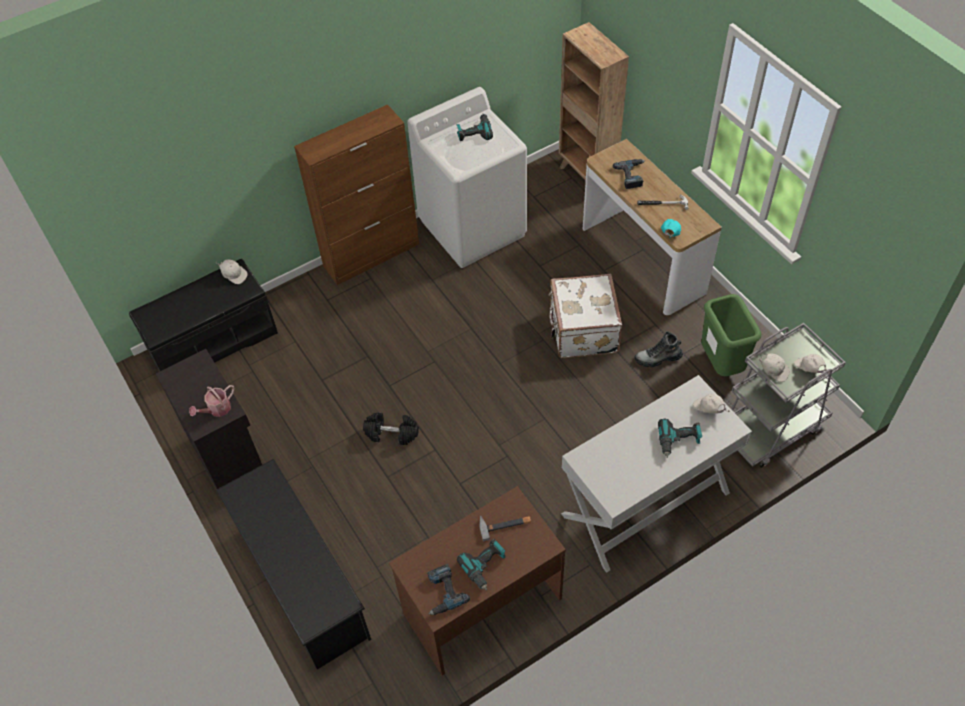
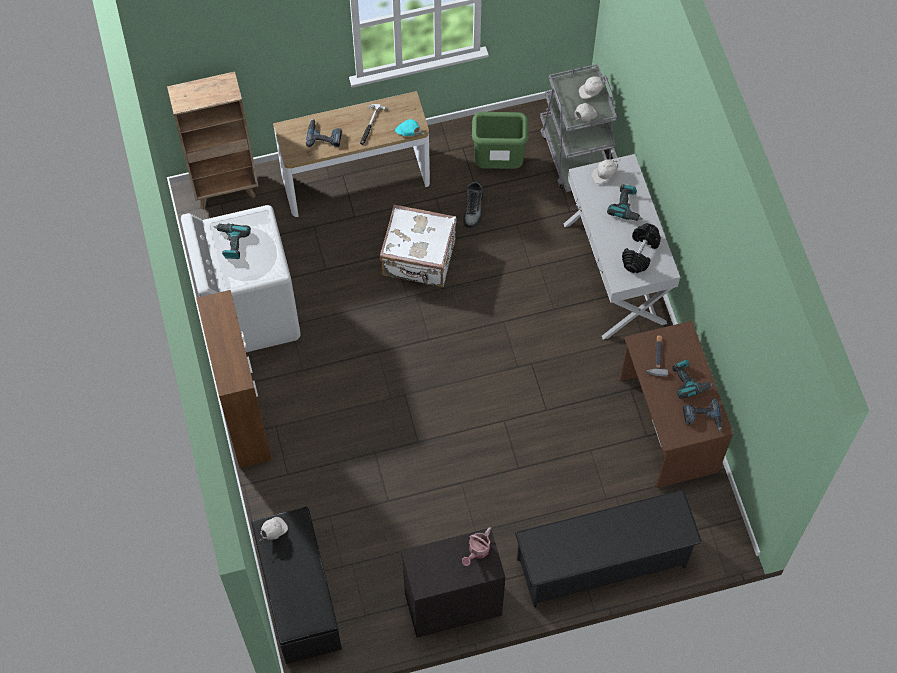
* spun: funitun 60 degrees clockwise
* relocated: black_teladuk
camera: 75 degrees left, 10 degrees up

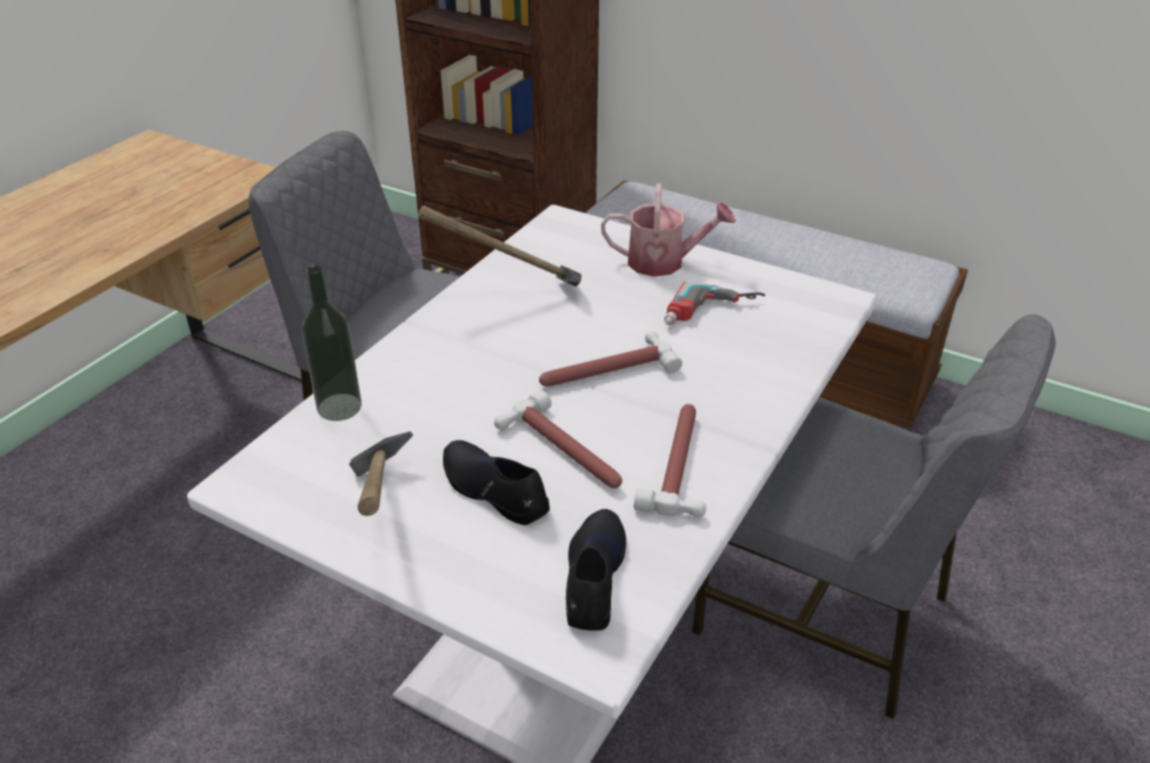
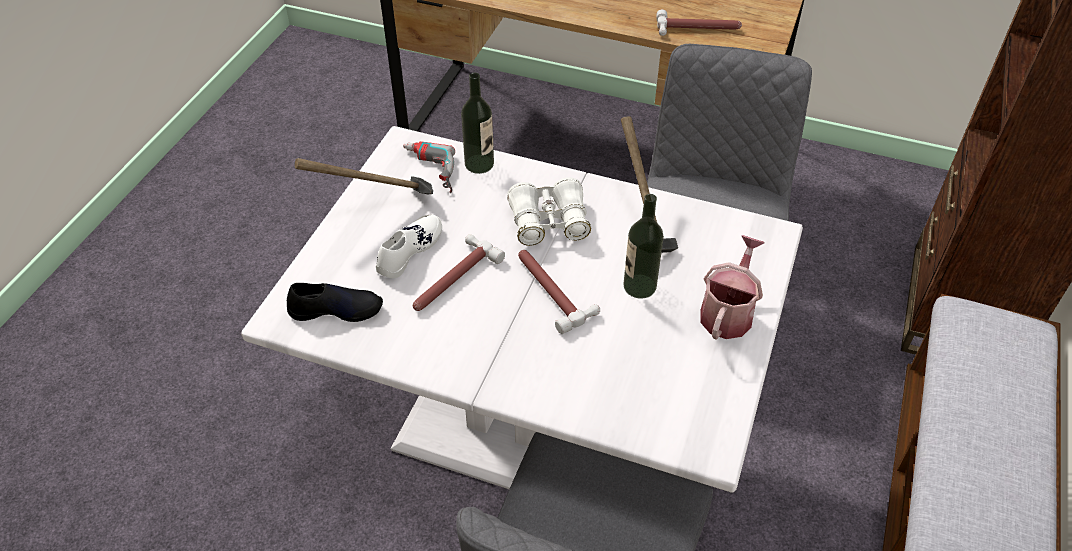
* colour: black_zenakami (no. 1 from left) to white_zenakami
* relocated: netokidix
* appeared: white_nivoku
* appeared: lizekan (no. 2 from left)
* relocated: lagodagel (no. 5 from left)
* spun: funitun 150 degrees counterclockwise
camera: 80 degrees right, 10 degrees up

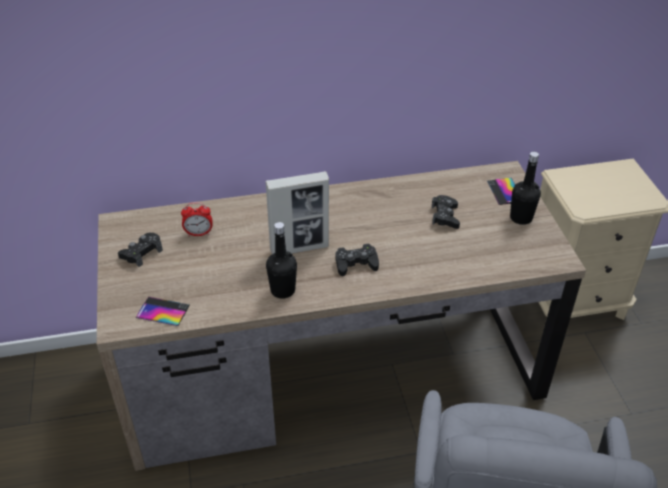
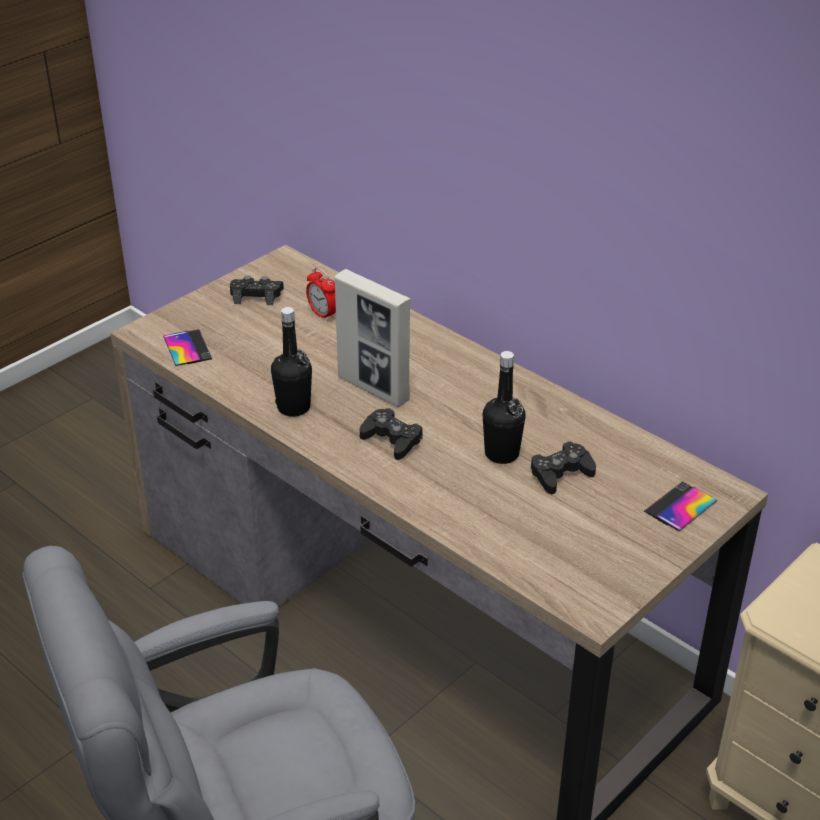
* relocated: black_lizekan (no. 2 from left)
camera: 55 degrees right, 5 degrees down

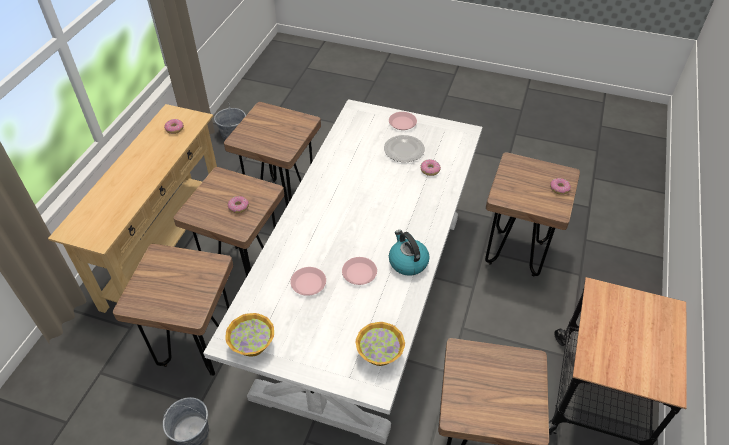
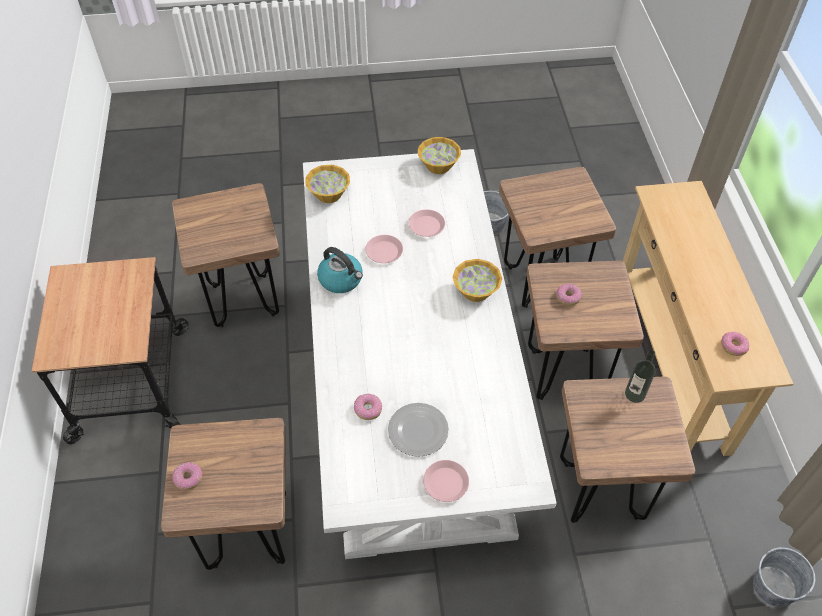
* appeared: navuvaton (no. 3 from left)
* appeared: lizekan
camera: 155 degrees right, 5 degrees up

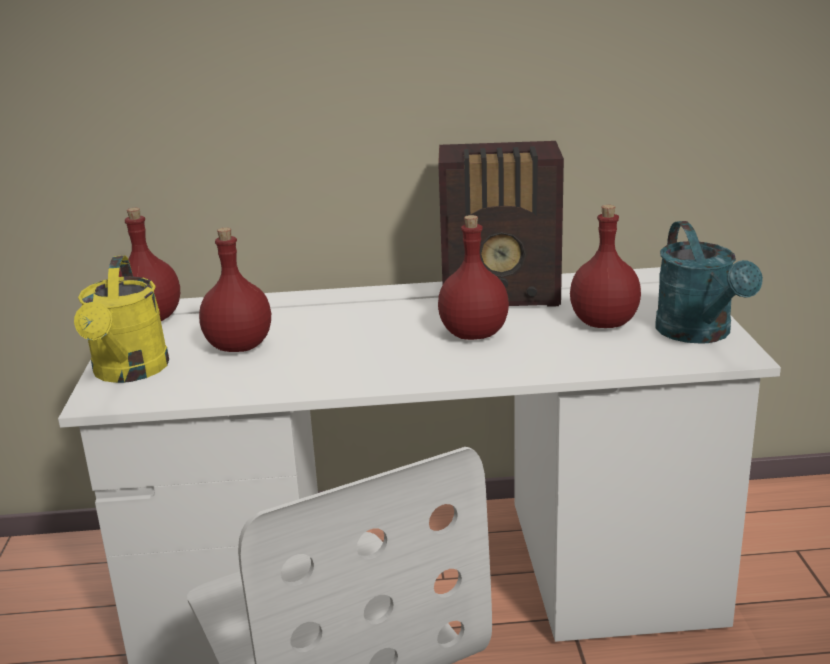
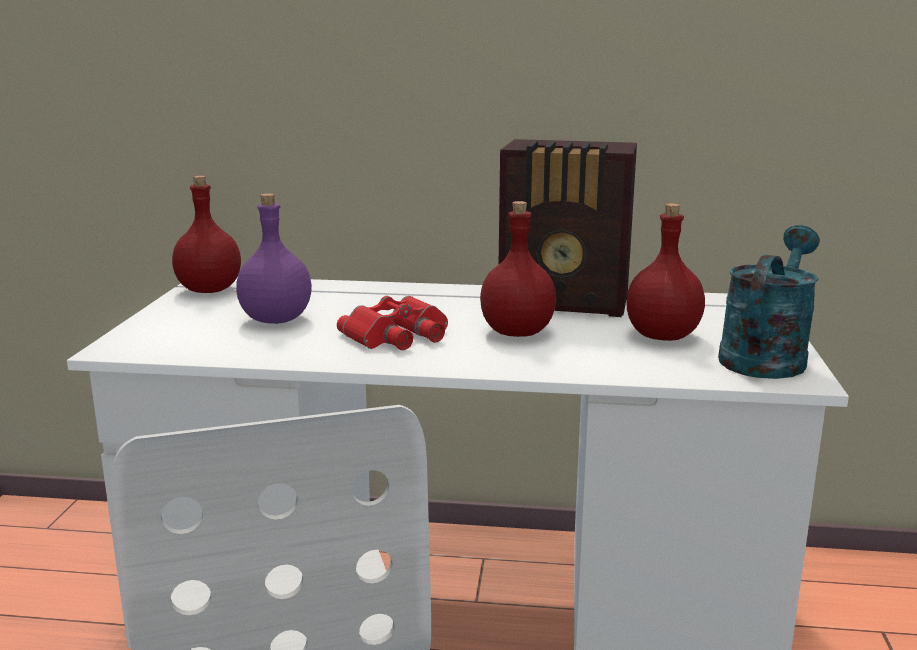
* colour: red_lizekan (no. 2 from left) to purple_lizekan
* appeared: red_nivoku
* spun: turquoise_funitun 150 degrees counterclockwise
* missing: yellow_funitun
camera: 10 degrees right, 5 degrees down

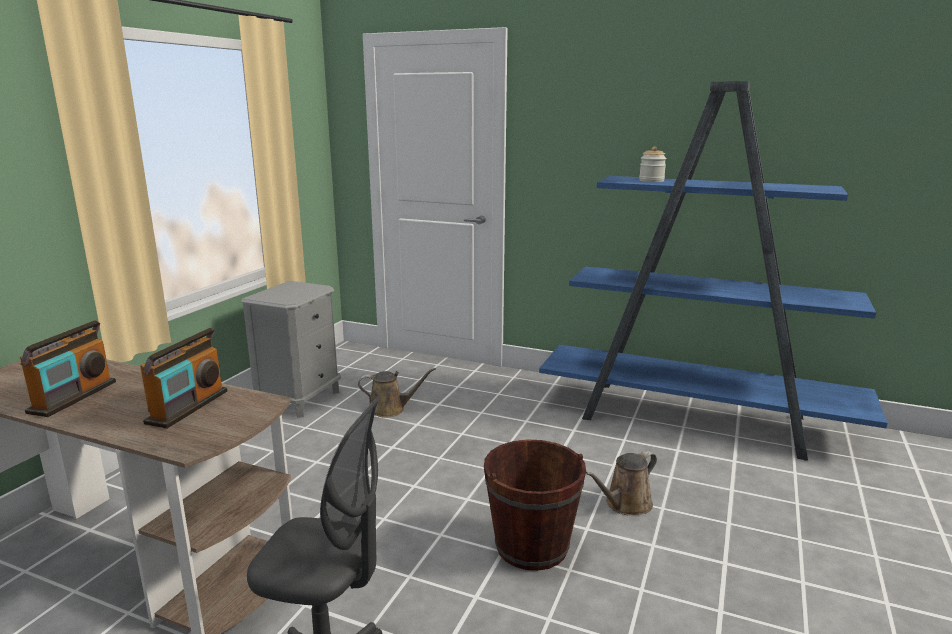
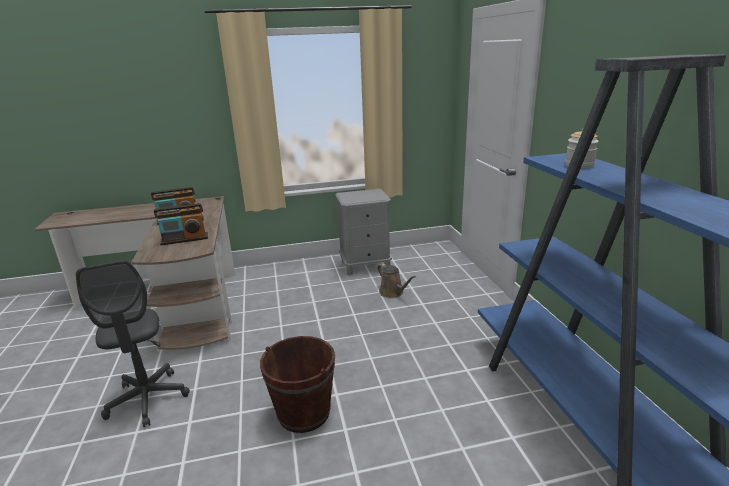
* missing: brown_funitun (no. 2 from left)
camera: 55 degrees right, 5 degrees up

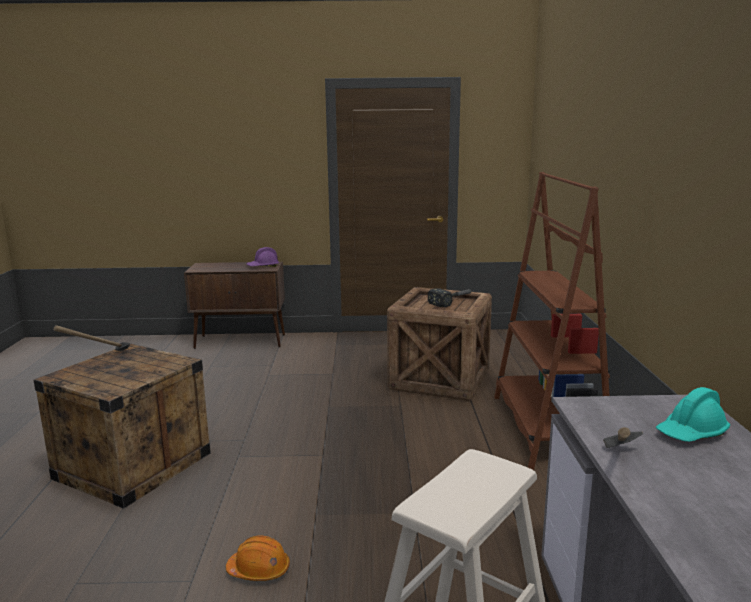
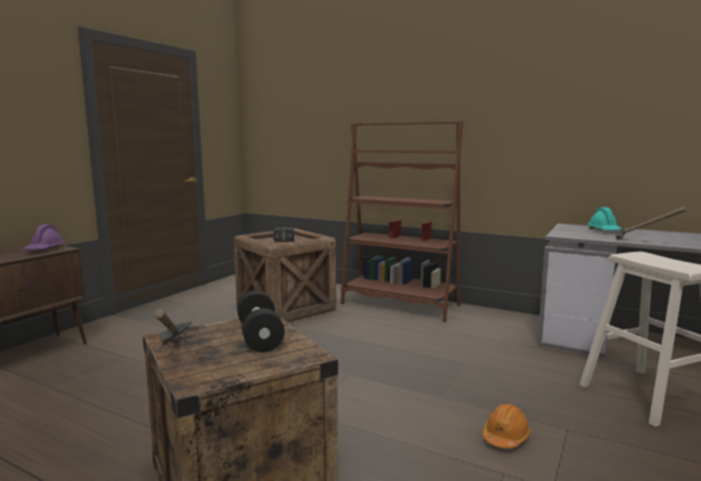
* appeared: black_teladuk
camera: 60 degrees left, 5 degrees down

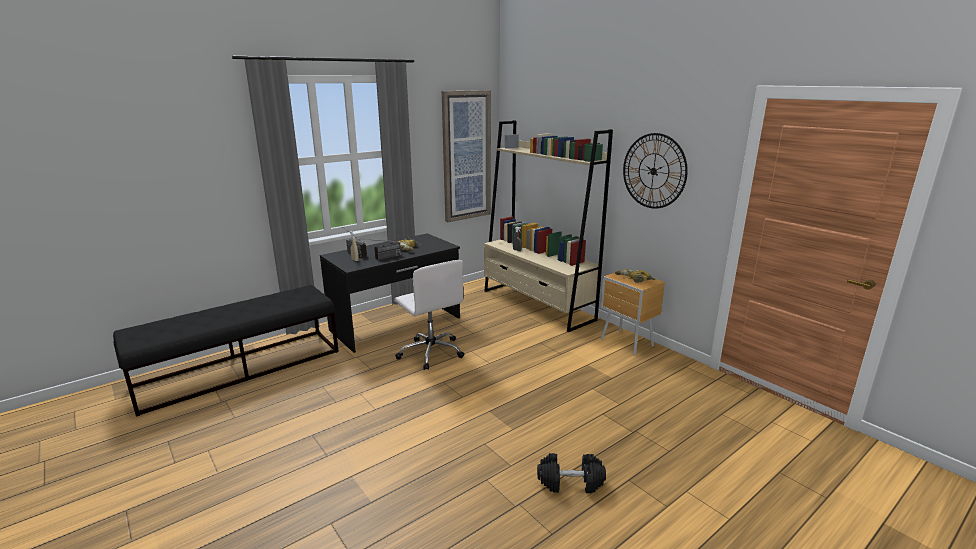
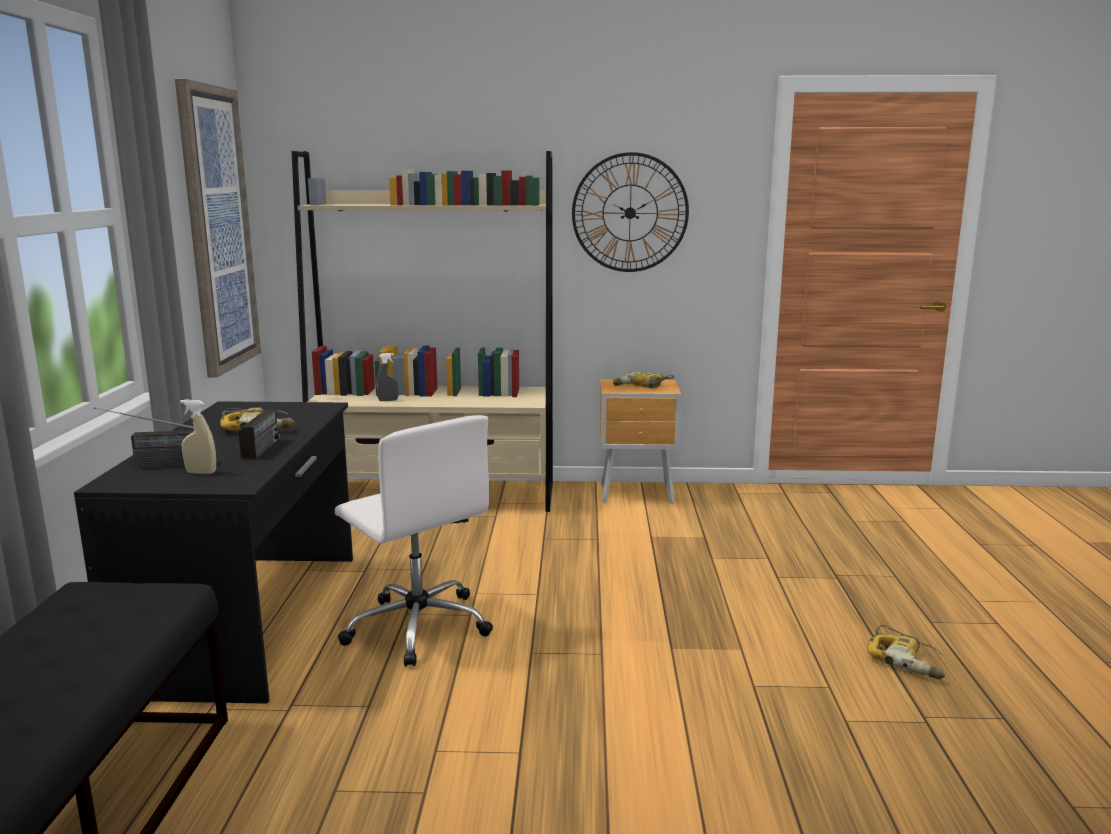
* spun: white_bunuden 45 degrees clockwise
* exchanged: black_teladuk to netokidix (no. 3 from left)
camera: 50 degrees left, 5 degrees down

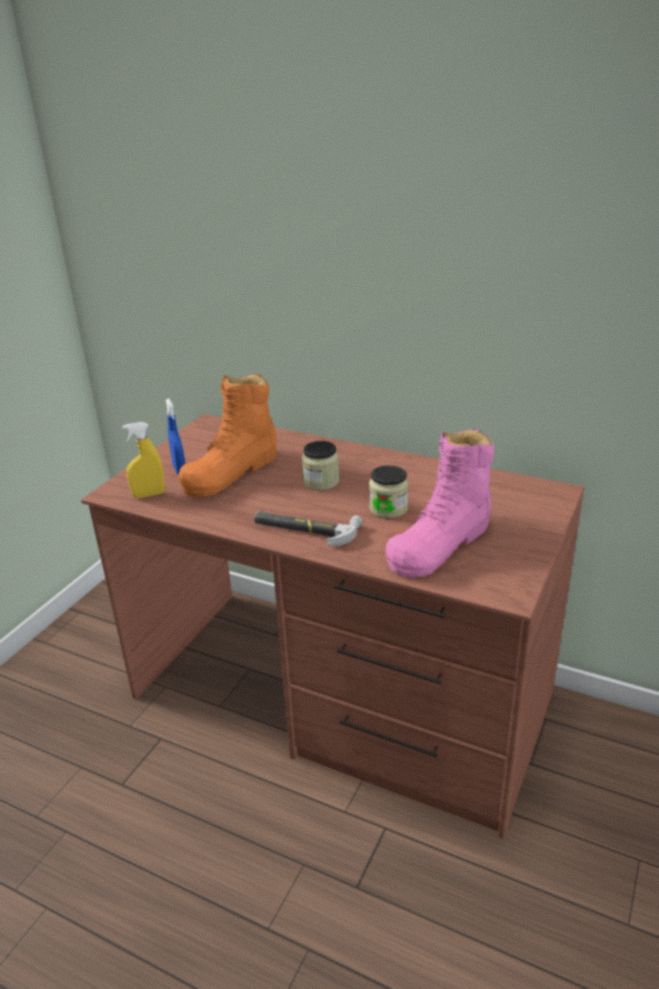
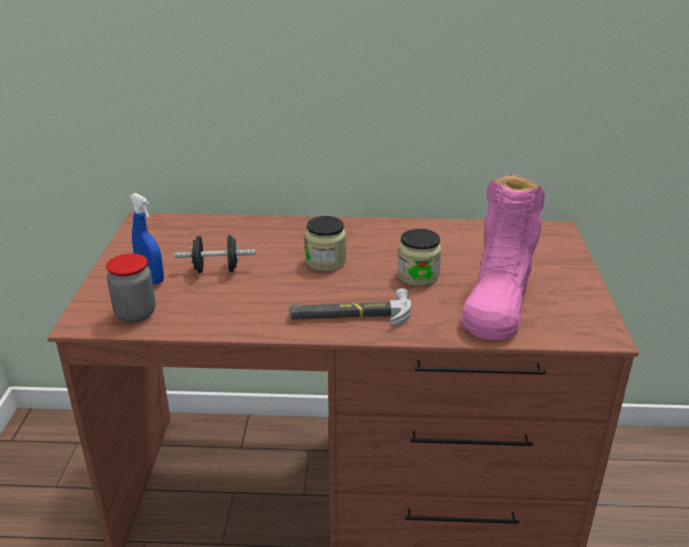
* exchanged: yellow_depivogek to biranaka (no. 1 from left)
* exchanged: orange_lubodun to black_teladuk
camera: 25 degrees left, 0 degrees up

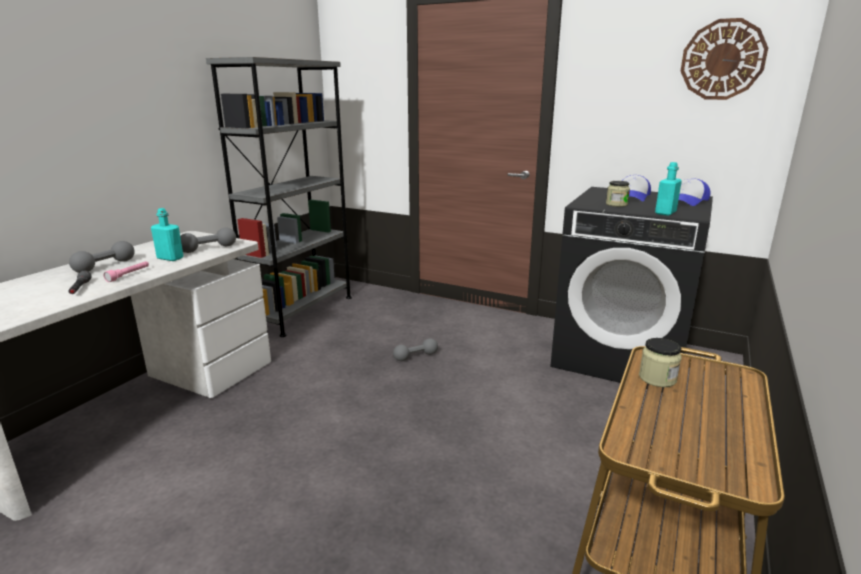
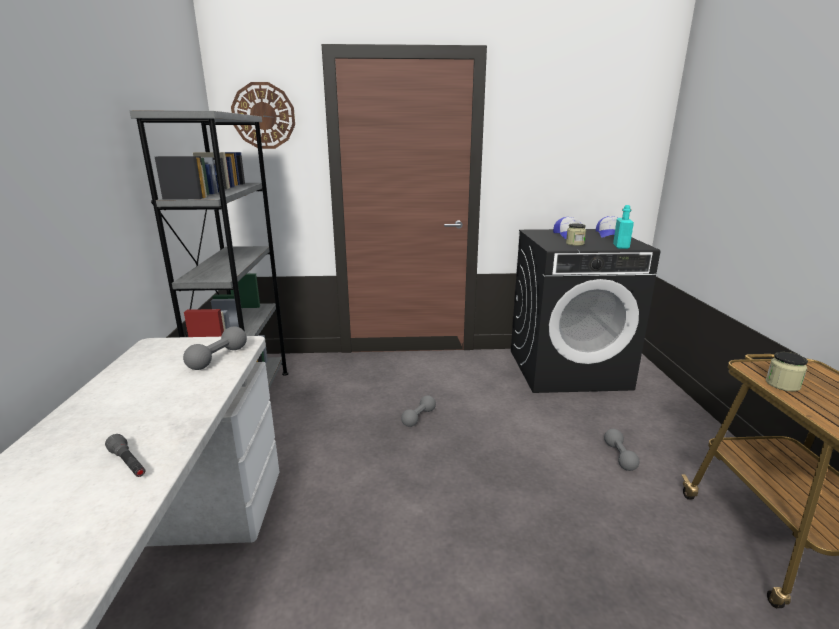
* relocated: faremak
* relocated: grey_teladuk (no. 1 from left in the first image) to grey_teladuk (no. 3 from left)
* missing: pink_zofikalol
* missing: turquoise_lizekan (no. 1 from left)
camera: 30 degrees left, 0 degrees up

